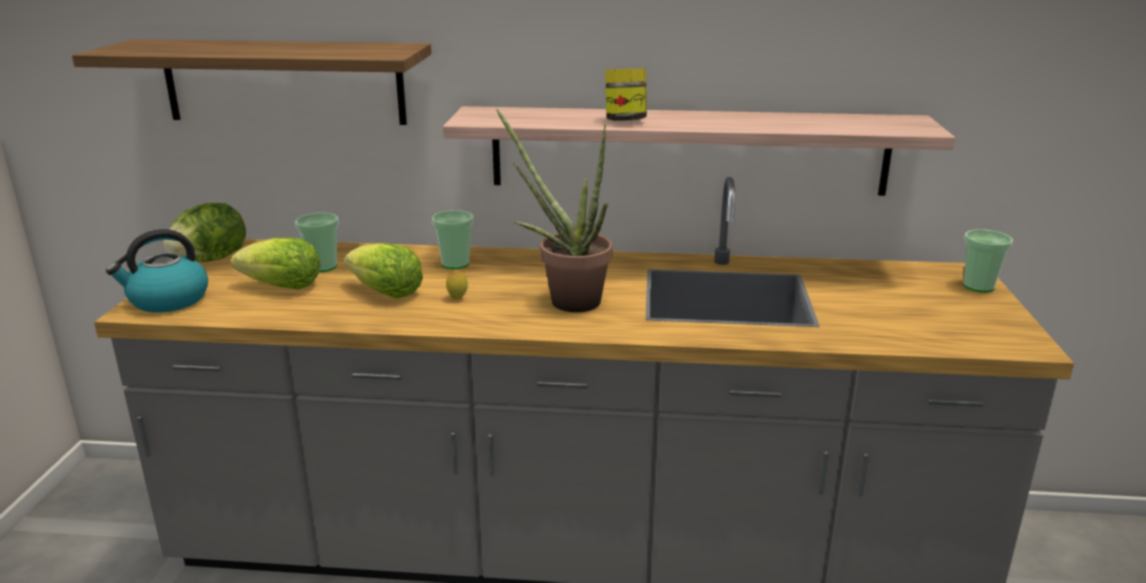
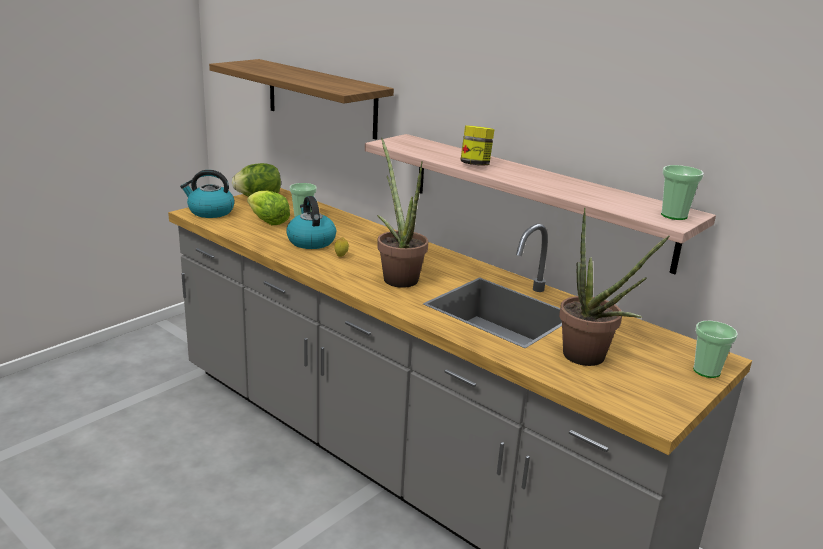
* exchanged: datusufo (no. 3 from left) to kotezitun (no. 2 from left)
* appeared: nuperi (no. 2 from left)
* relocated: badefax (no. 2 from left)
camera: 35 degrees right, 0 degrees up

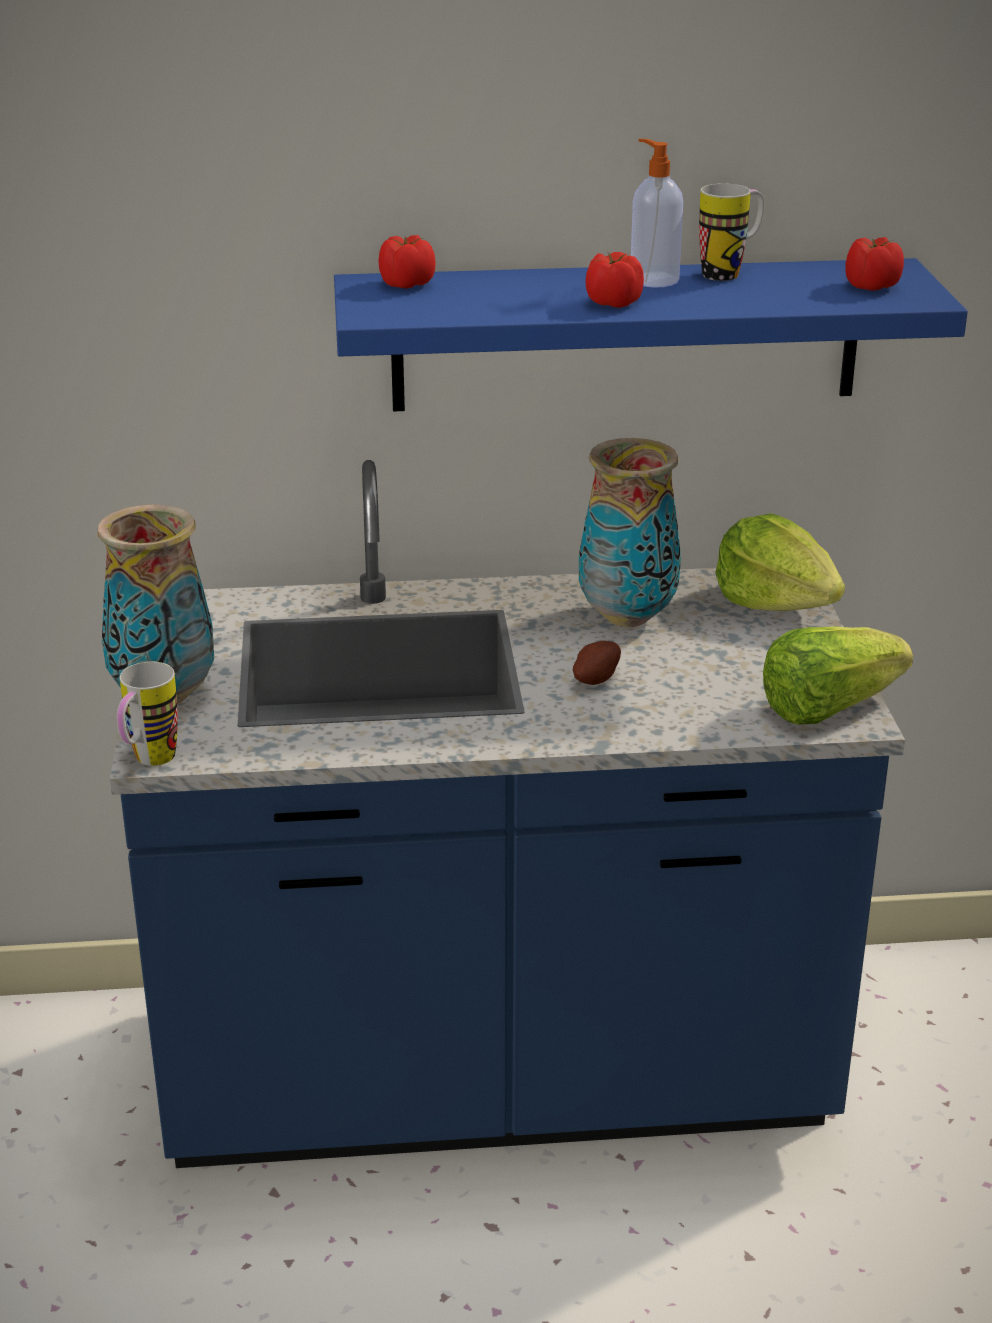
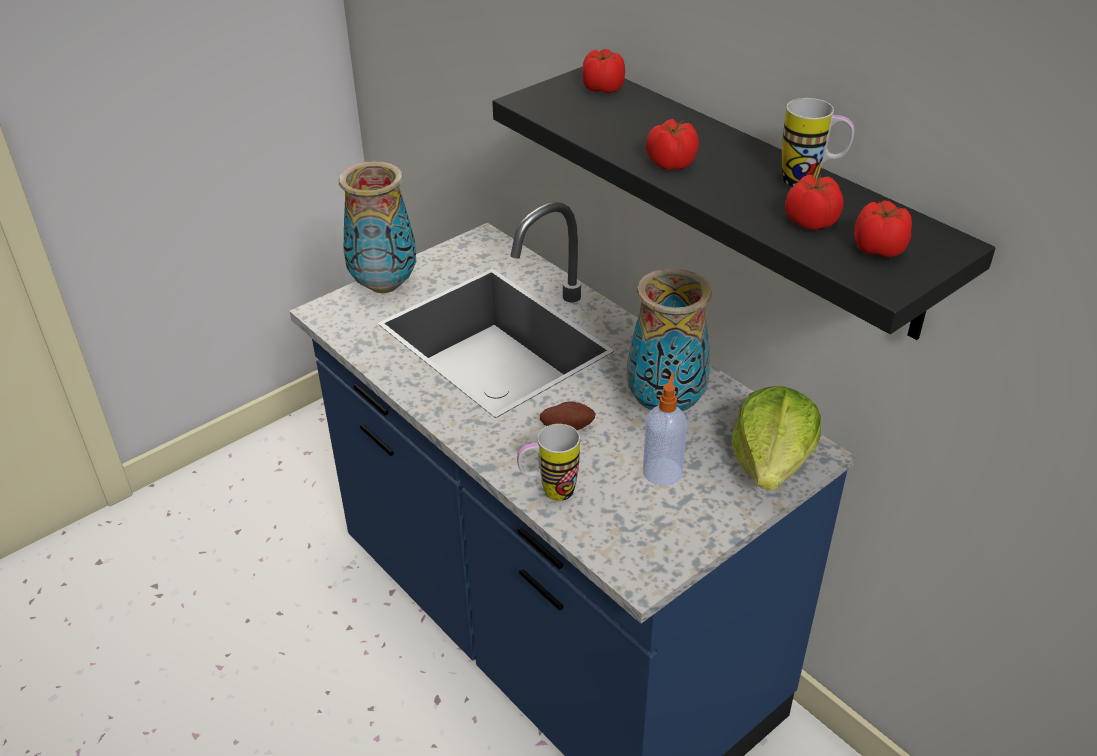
* colour: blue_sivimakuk to black_sivimakuk
* relocated: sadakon (no. 1 from left)
* relocated: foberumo
* appeared: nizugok (no. 3 from left)
* missing: datusufo (no. 2 from left)
camera: 55 degrees right, 10 degrees up

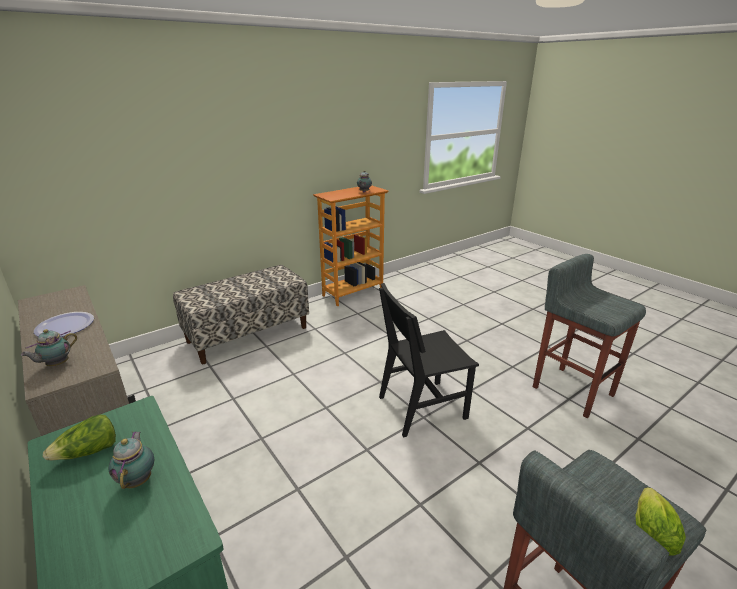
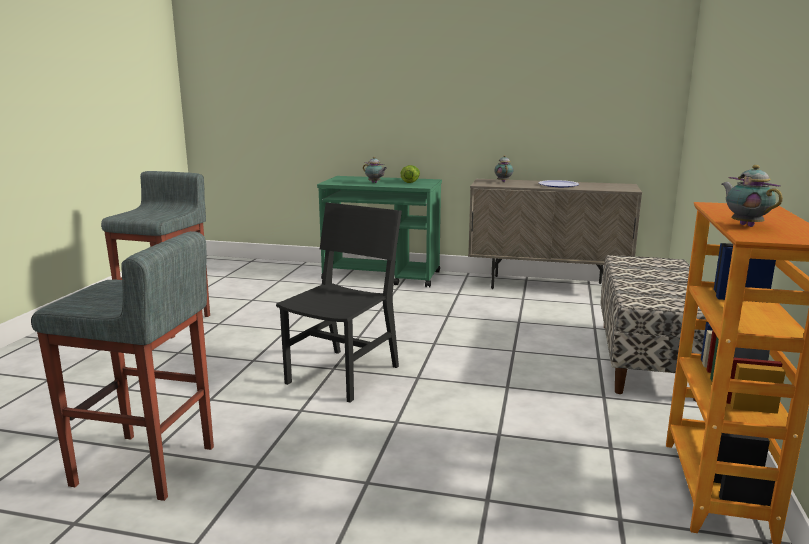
* missing: datusufo (no. 2 from left)
camera: 140 degrees right, 10 degrees down

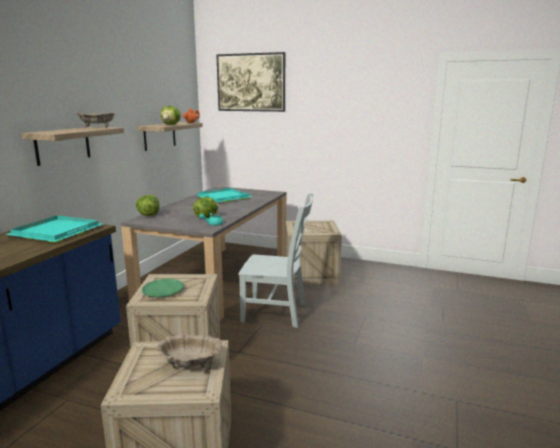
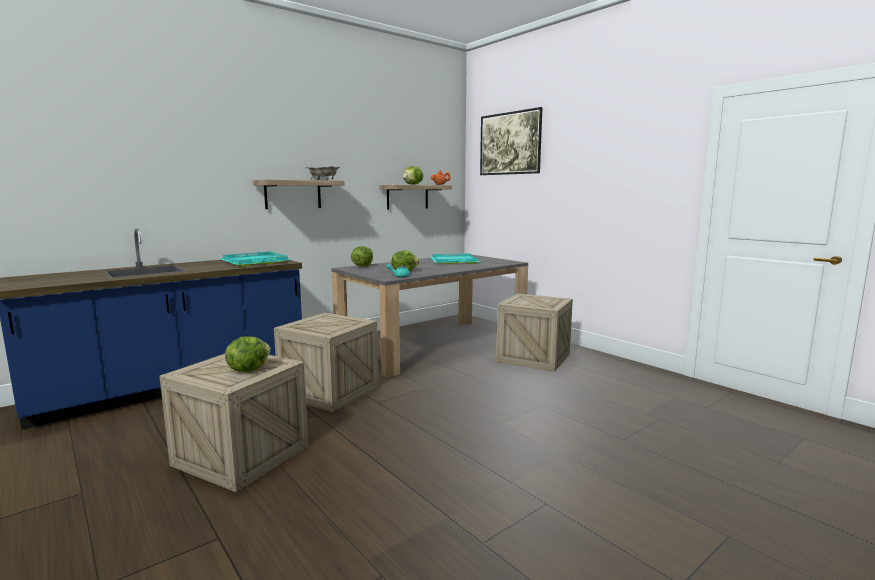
* exchanged: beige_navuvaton (no. 2 from left) to datusufo (no. 1 from left)
* missing: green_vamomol
* missing: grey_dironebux
camera: 30 degrees right, 5 degrees down

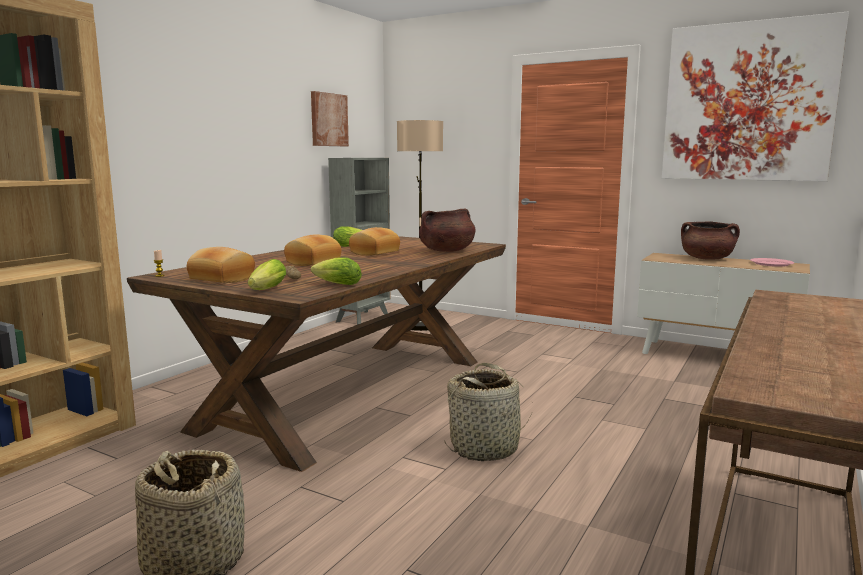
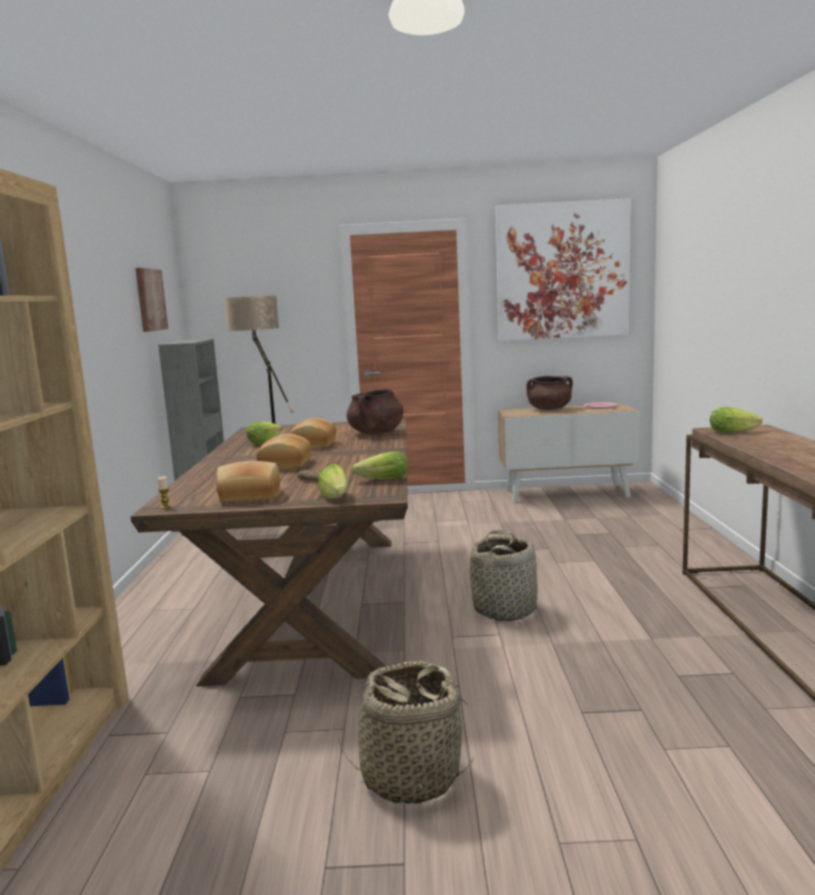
* appeared: datusufo (no. 4 from left)
camera: 30 degrees left, 0 degrees up

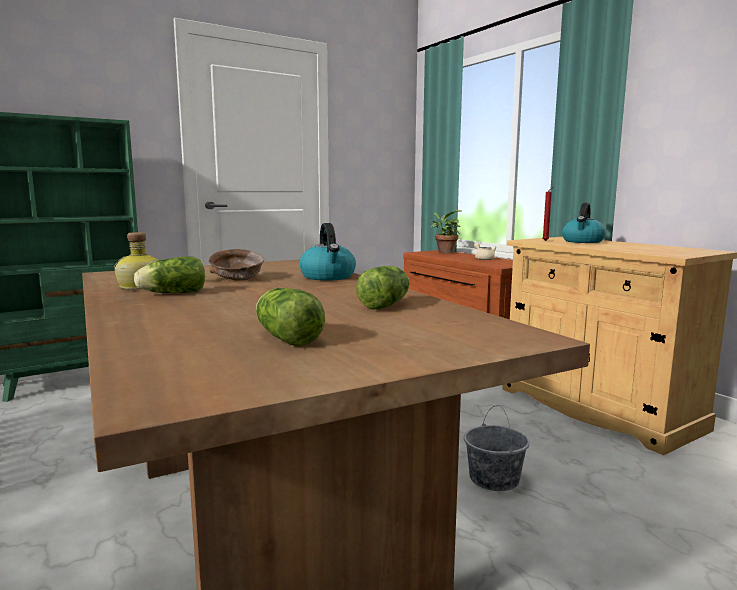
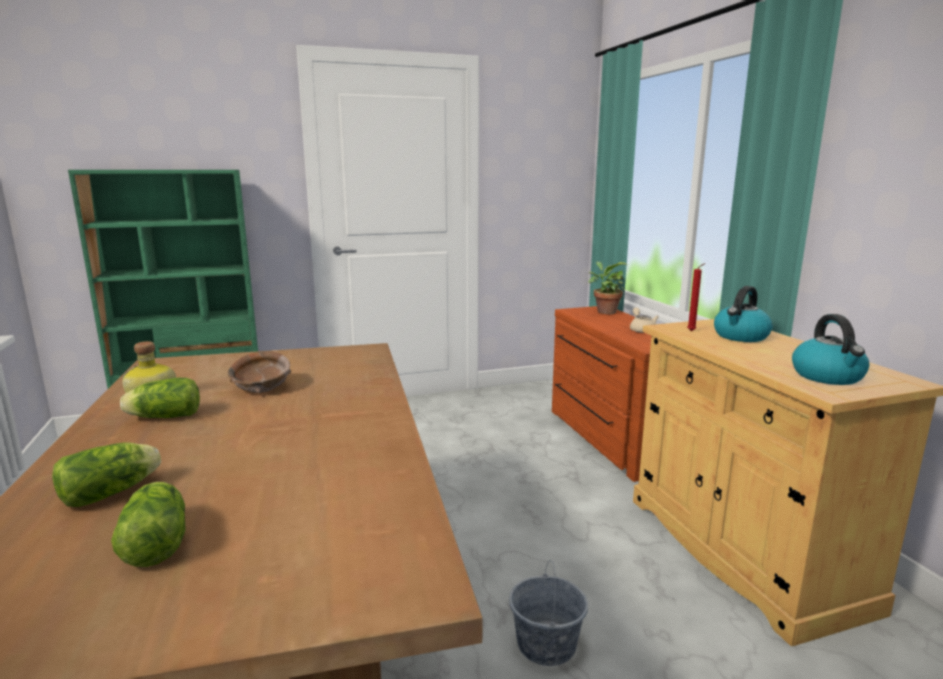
* relocated: datusufo (no. 3 from left in the first image) to datusufo (no. 1 from left)
* relocated: kotezitun (no. 1 from left in the first image) to kotezitun (no. 2 from left)
camera: 15 degrees right, 5 degrees up

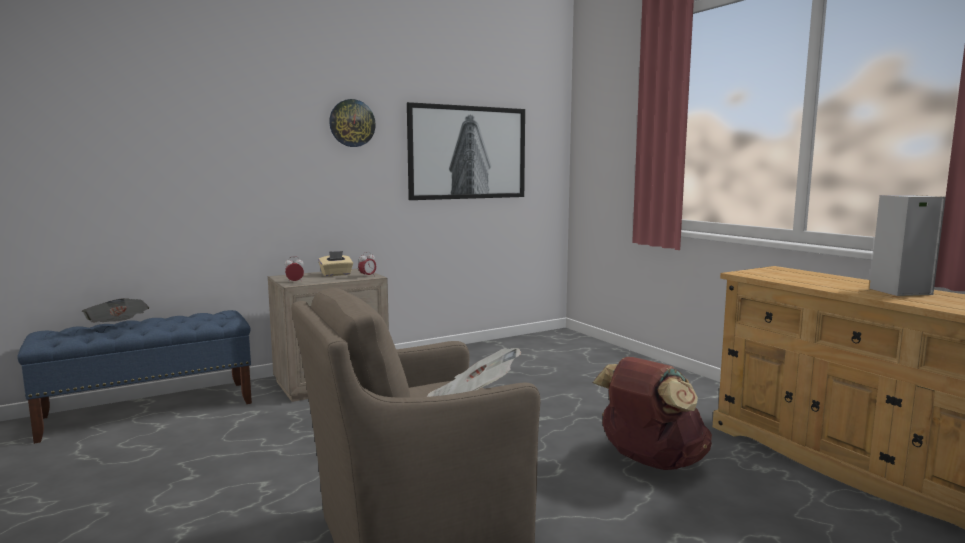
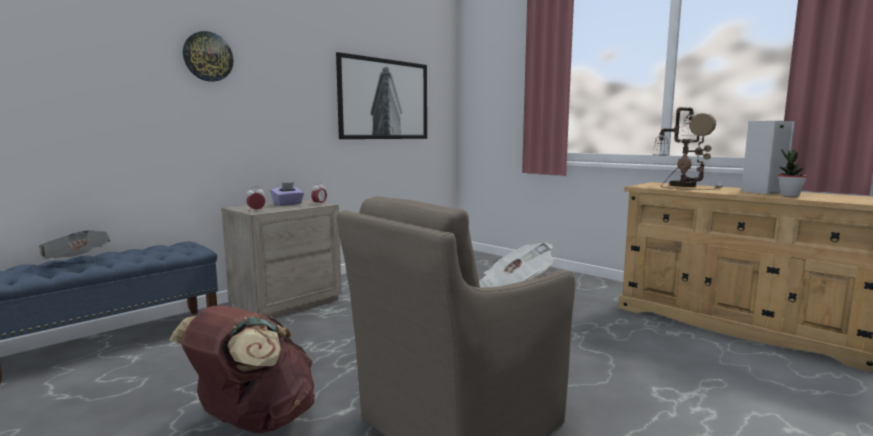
* relocated: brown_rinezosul
* relocated: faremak
* colour: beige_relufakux to purple_relufakux
* appeared: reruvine
* appeared: nuperi
camera: 15 degrees left, 0 degrees up

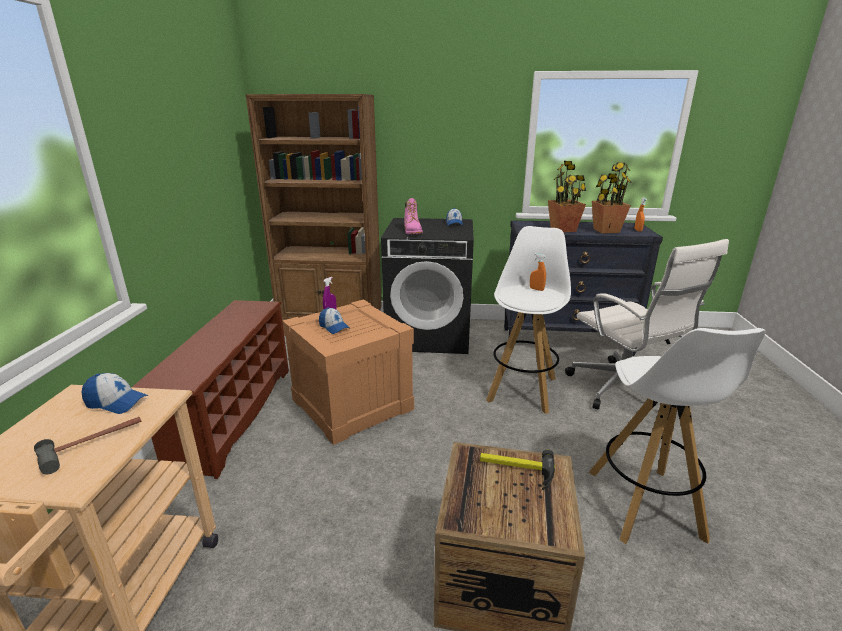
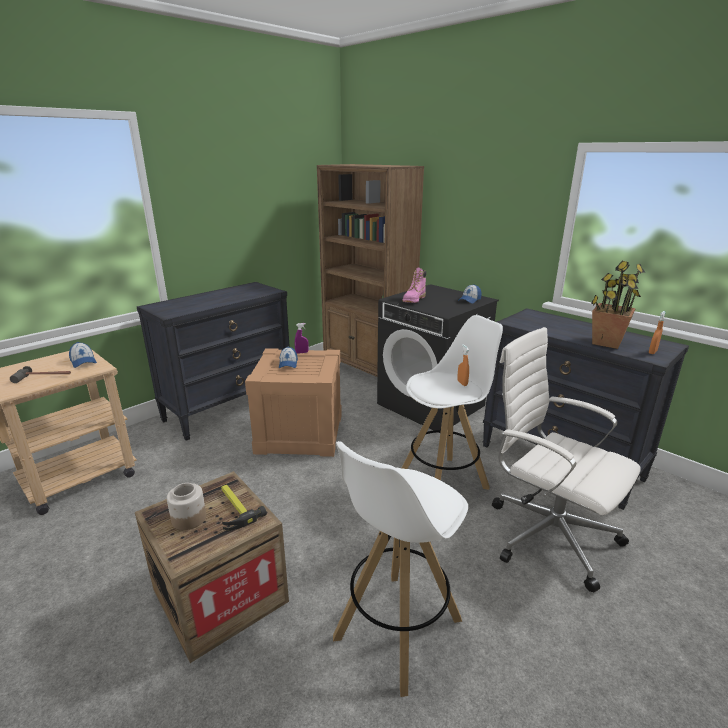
* exchanged: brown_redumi to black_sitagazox (no. 1 from left)
* appeared: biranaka
* spun: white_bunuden 120 degrees clockwise
* missing: nuperi (no. 1 from left)
camera: 40 degrees right, 0 degrees up

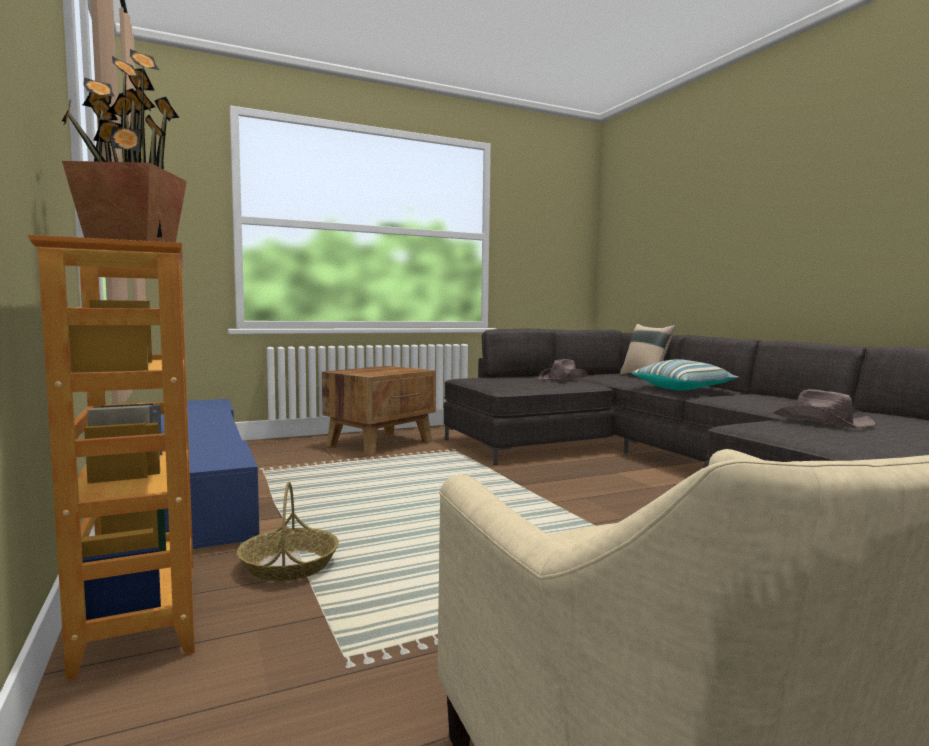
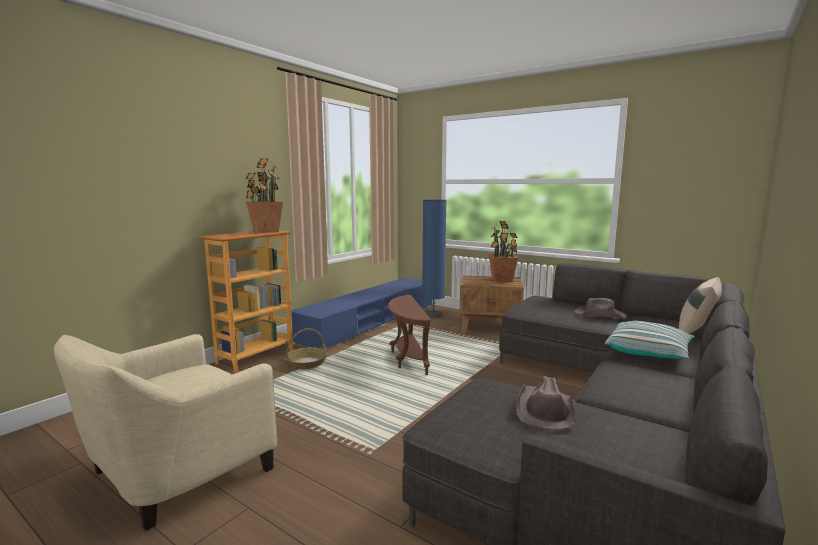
* appeared: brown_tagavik (no. 1 from left)
* appeared: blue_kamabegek
* appeared: nuperi (no. 2 from left)
camera: 60 degrees right, 5 degrees up

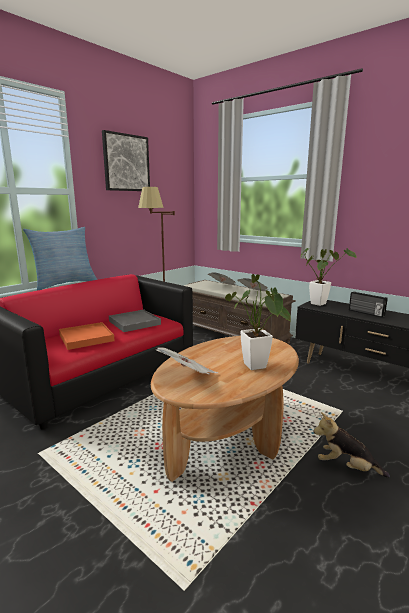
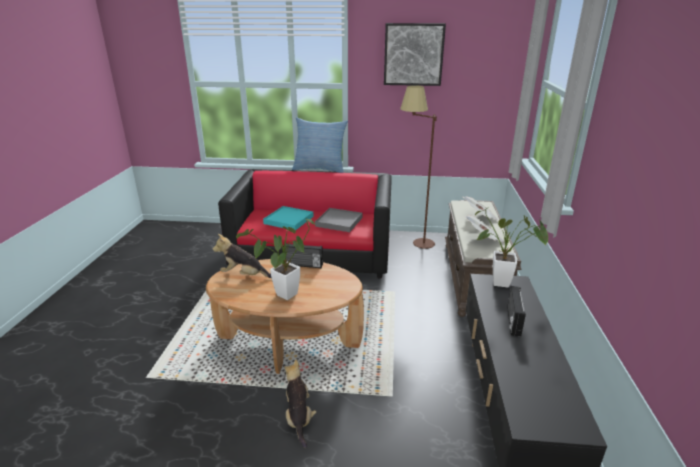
* exchanged: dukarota (no. 1 from left) to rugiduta (no. 1 from left)
* colour: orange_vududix to turquoise_vududix
* appeared: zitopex (no. 1 from left)
camera: 55 degrees right, 10 degrees up

